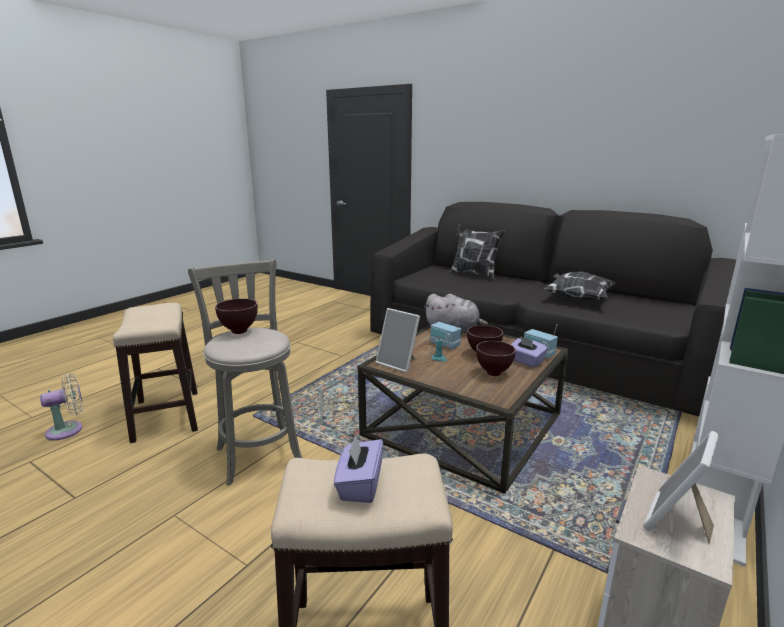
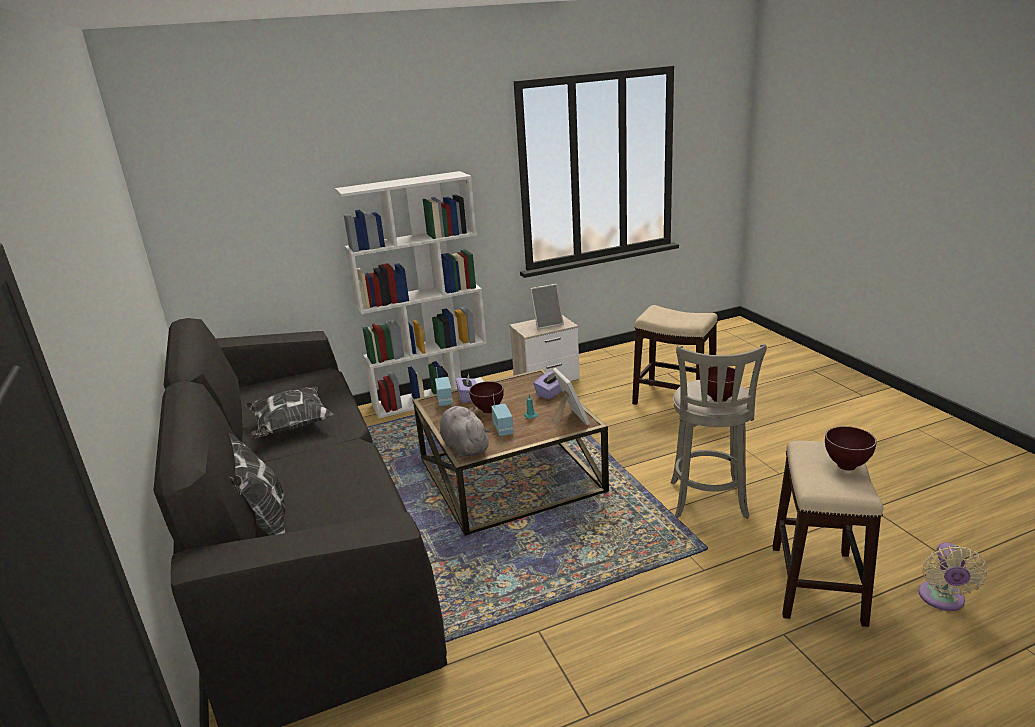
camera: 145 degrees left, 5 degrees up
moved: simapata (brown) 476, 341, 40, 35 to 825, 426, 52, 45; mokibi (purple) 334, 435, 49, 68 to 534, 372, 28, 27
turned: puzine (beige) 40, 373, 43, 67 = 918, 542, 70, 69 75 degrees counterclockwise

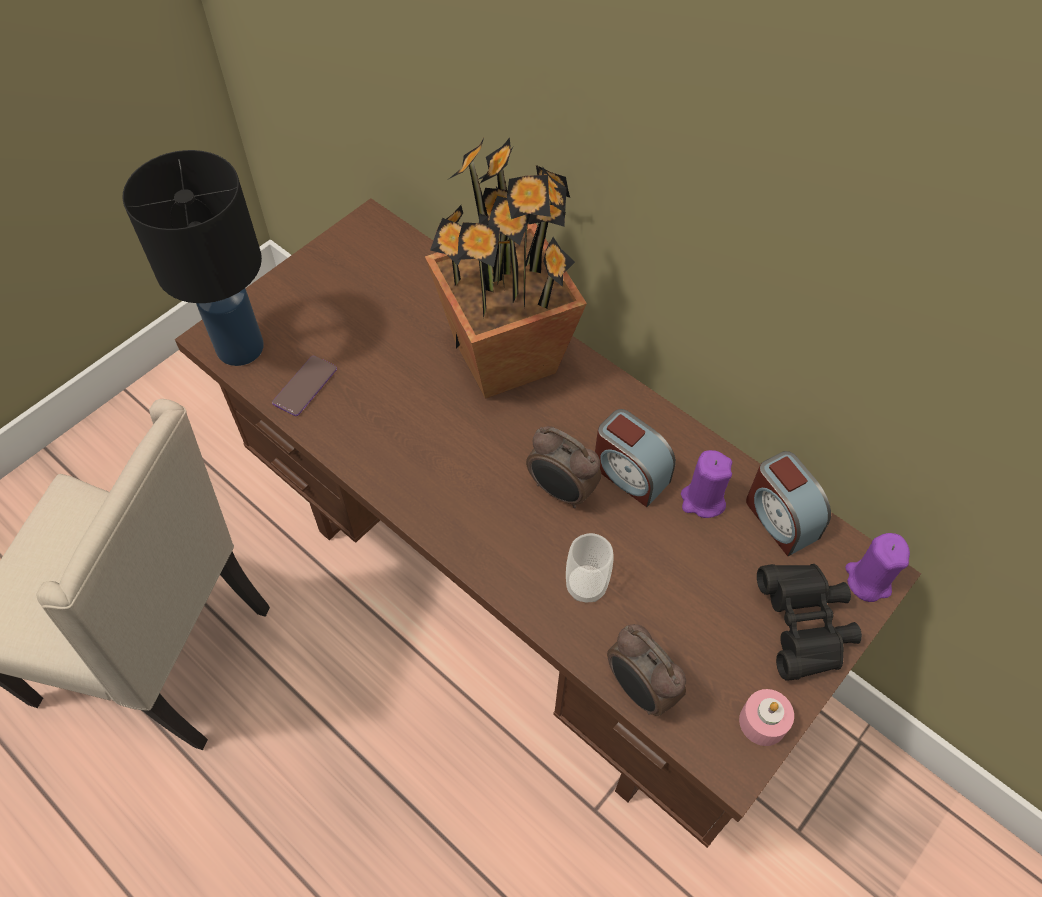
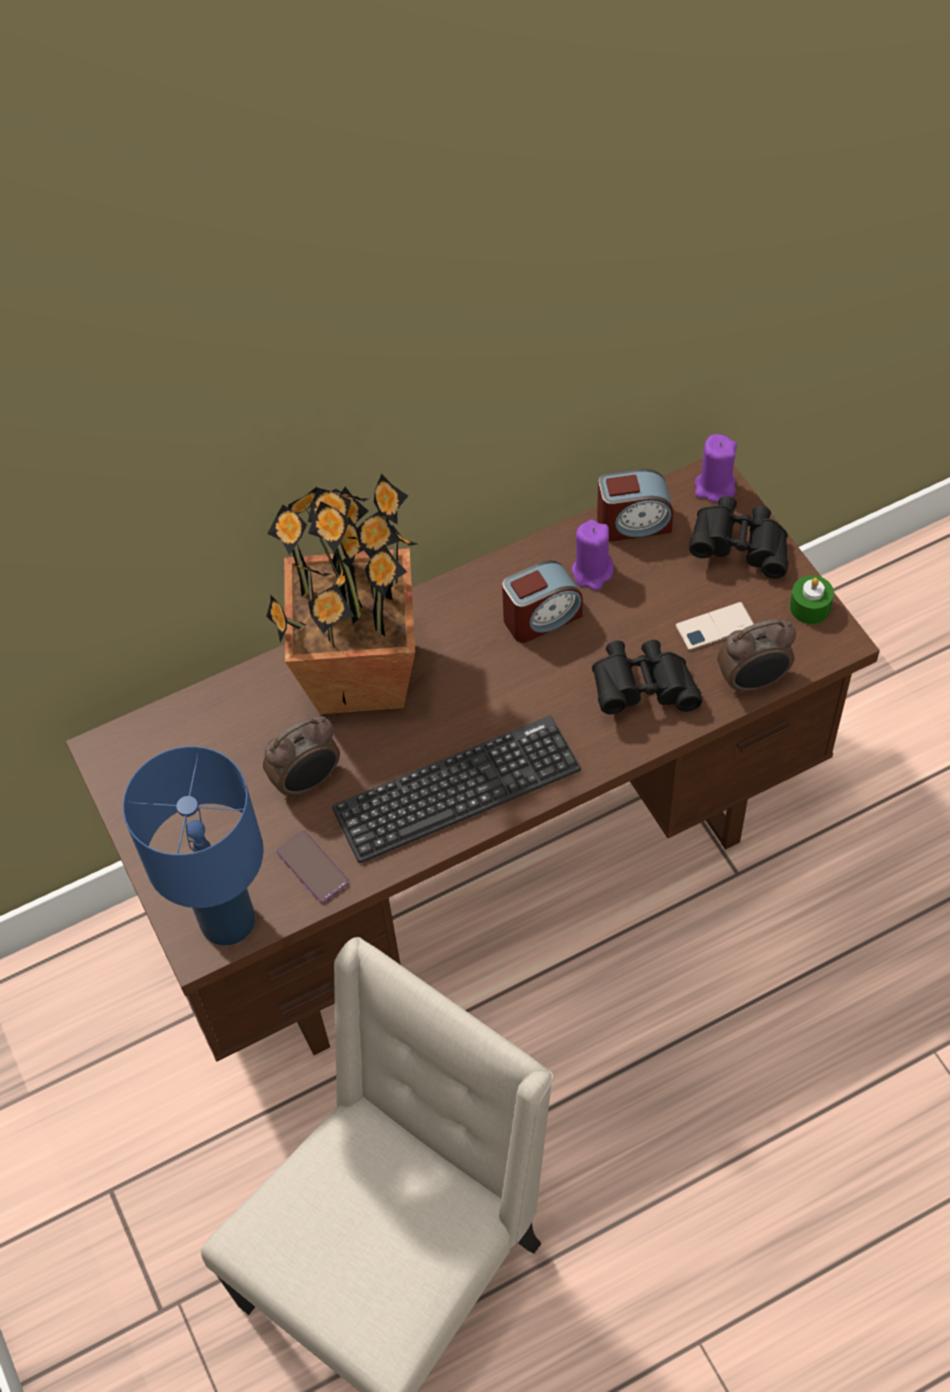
camera: 65 degrees left, 0 degrees up
added: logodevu 675, 602, 79, 49; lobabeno 332, 715, 249, 148
moved: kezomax 526, 426, 75, 82 to 263, 716, 77, 84
replaced: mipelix 566, 533, 47, 70 to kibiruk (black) 592, 640, 110, 74
recoloured: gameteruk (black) 123, 150, 141, 216 to gameteruk (blue) 123, 746, 141, 200; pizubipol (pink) 739, 689, 55, 57 to pizubipol (green) 790, 575, 44, 49

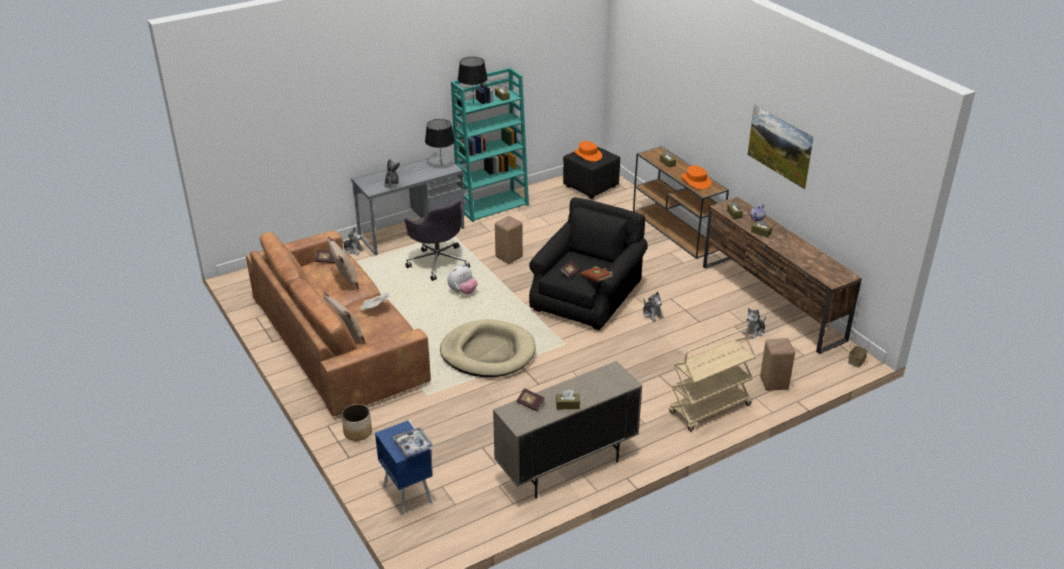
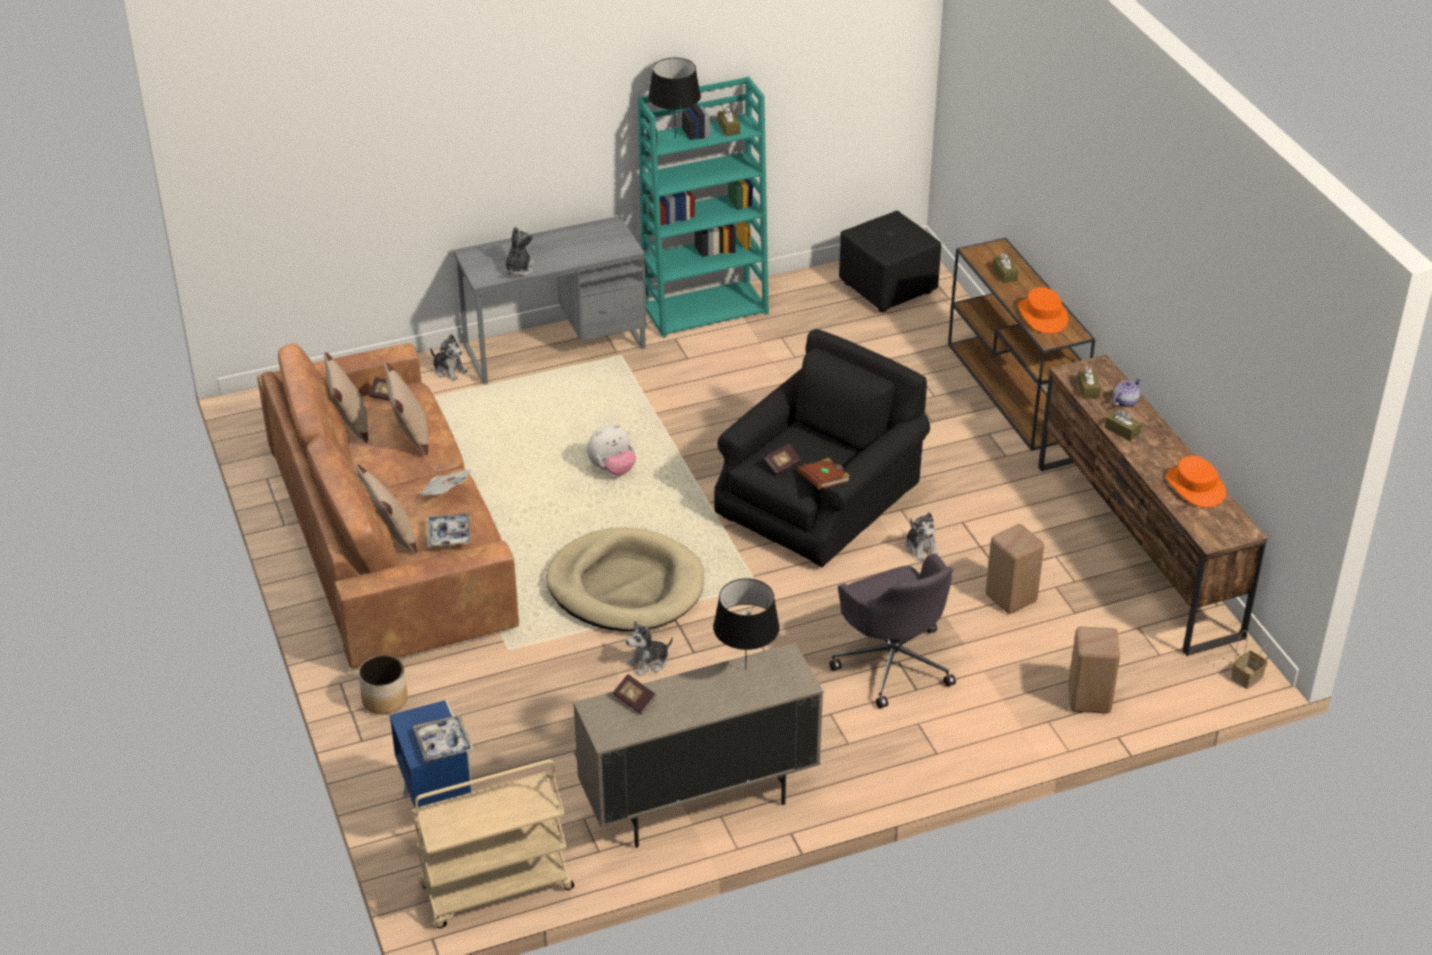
camera: 10 degrees right, 5 degrees up
removed: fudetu 748, 105, 66, 84; mokibi (brown) 556, 390, 24, 19
added: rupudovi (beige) 324, 352, 44, 91; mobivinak 427, 513, 44, 34
moved: gameteruk (black) 425, 119, 30, 36 to 713, 578, 67, 92; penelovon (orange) 574, 141, 28, 21 to 1166, 456, 60, 52; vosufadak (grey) 405, 200, 65, 81 to 829, 554, 127, 154; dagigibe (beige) 495, 216, 28, 48 to 986, 524, 58, 90; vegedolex 743, 308, 23, 31 to 626, 621, 47, 55; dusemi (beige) 669, 327, 87, 104 to 411, 760, 163, 168

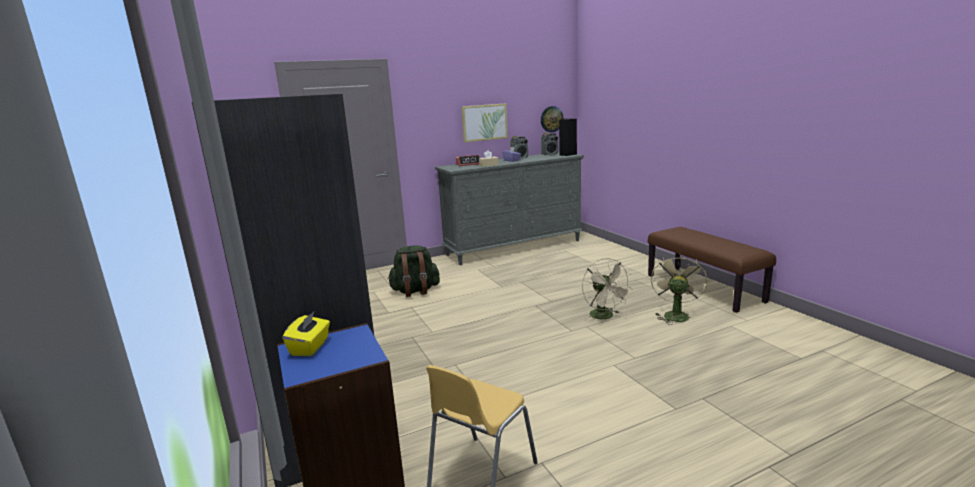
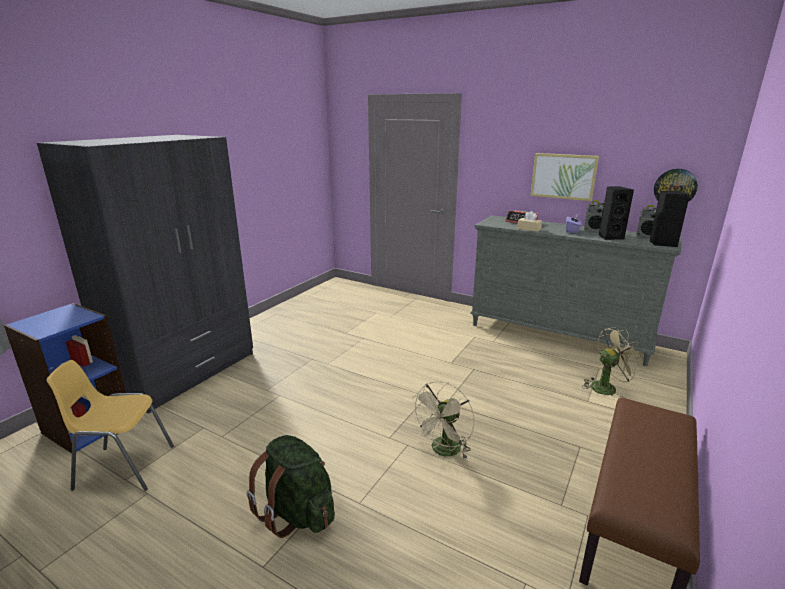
camera: 55 degrees right, 5 degrees up
removed: mokibi (yellow) 282, 312, 48, 44
added: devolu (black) 599, 186, 35, 54
moved: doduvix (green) 387, 245, 53, 52 to 247, 435, 88, 103; puzine (beige) 651, 253, 56, 72 to 582, 327, 62, 71

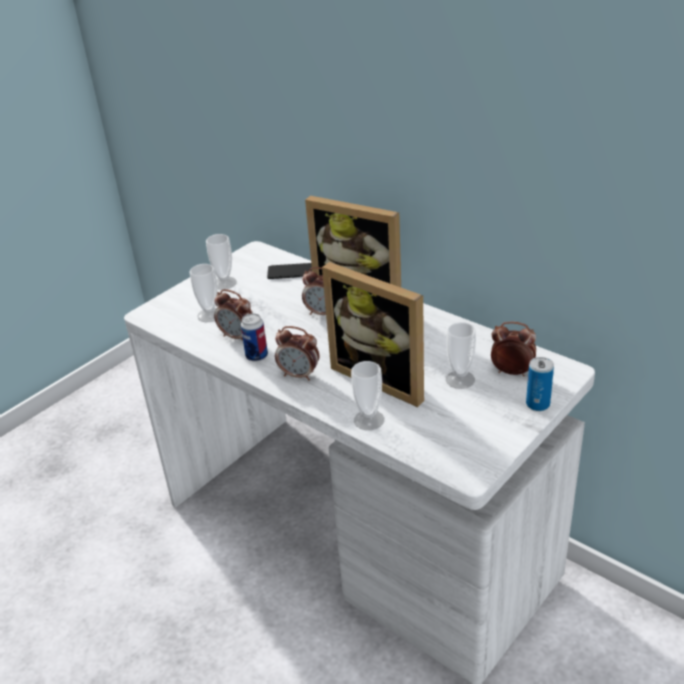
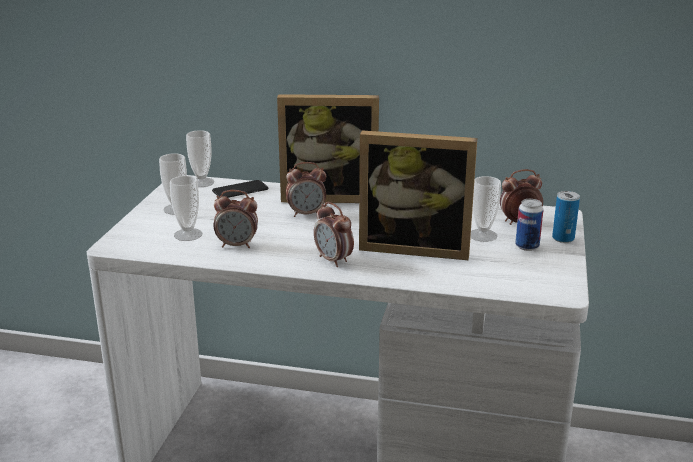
camera: 30 degrees left, 10 degrees down
moved: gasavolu 241, 313, 27, 49 to 515, 199, 28, 52; mipelix 351, 361, 33, 69 to 186, 130, 28, 57
turned: kezomax 275, 326, 44, 55 = 314, 202, 40, 65 60 degrees clockwise

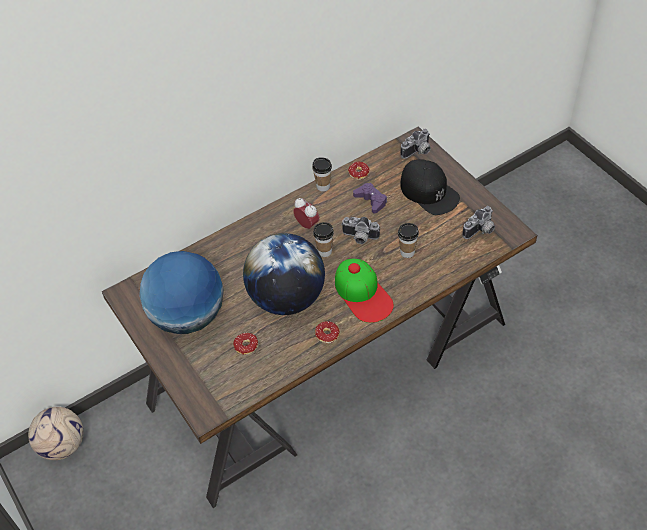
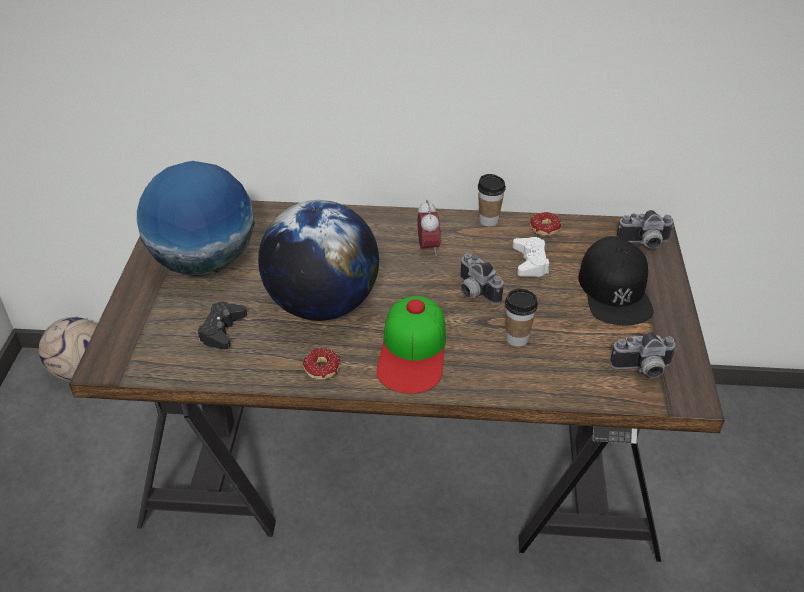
camera: 35 degrees right, 10 degrees down
removed: mipelix 313, 222, 21, 35
replaced: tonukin 233, 333, 25, 22 to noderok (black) 198, 302, 49, 47
recoloured: noderok (purple) 353, 183, 34, 30 to noderok (white) 513, 237, 37, 40

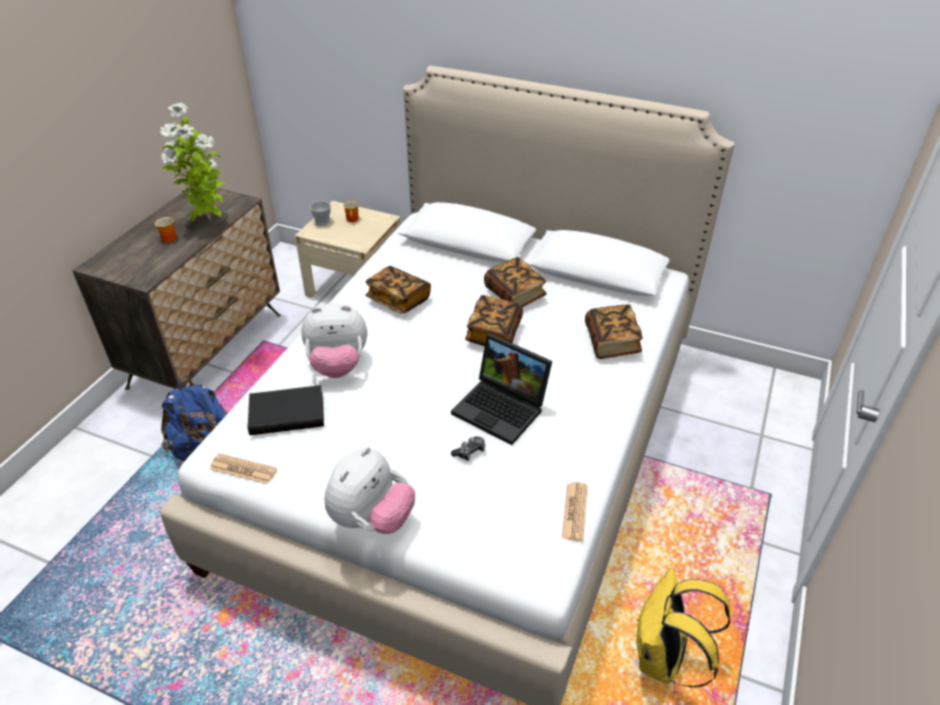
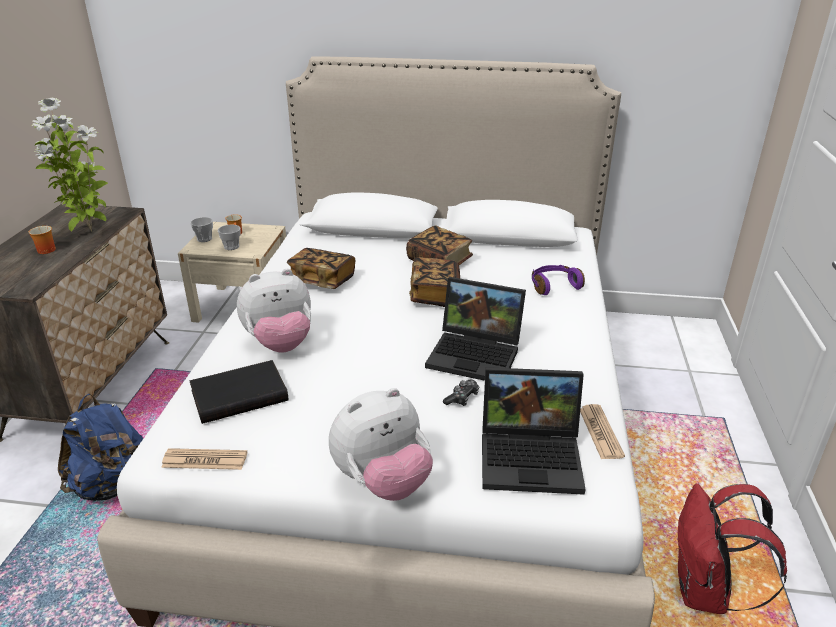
camera: 15 degrees left, 10 degrees down
added: mipelix 218, 225, 23, 25; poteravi 482, 367, 104, 128
replaced: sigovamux 585, 305, 58, 54 to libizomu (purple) 532, 265, 53, 30
recoloured: doduvix (yellow) 636, 567, 94, 120 to doduvix (red) 676, 483, 111, 131
turned: vegedolex 325, 447, 90, 87 = 329, 388, 104, 113 45 degrees clockwise

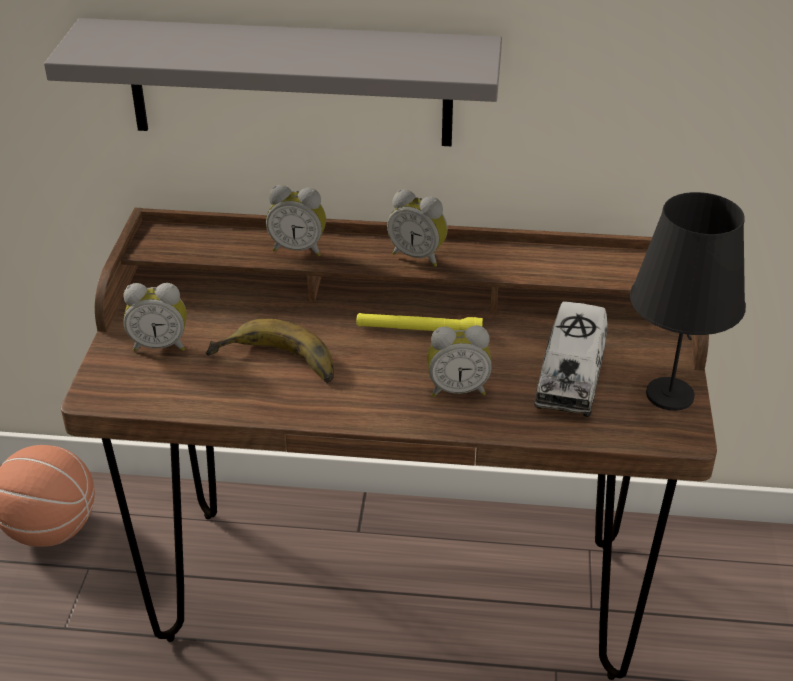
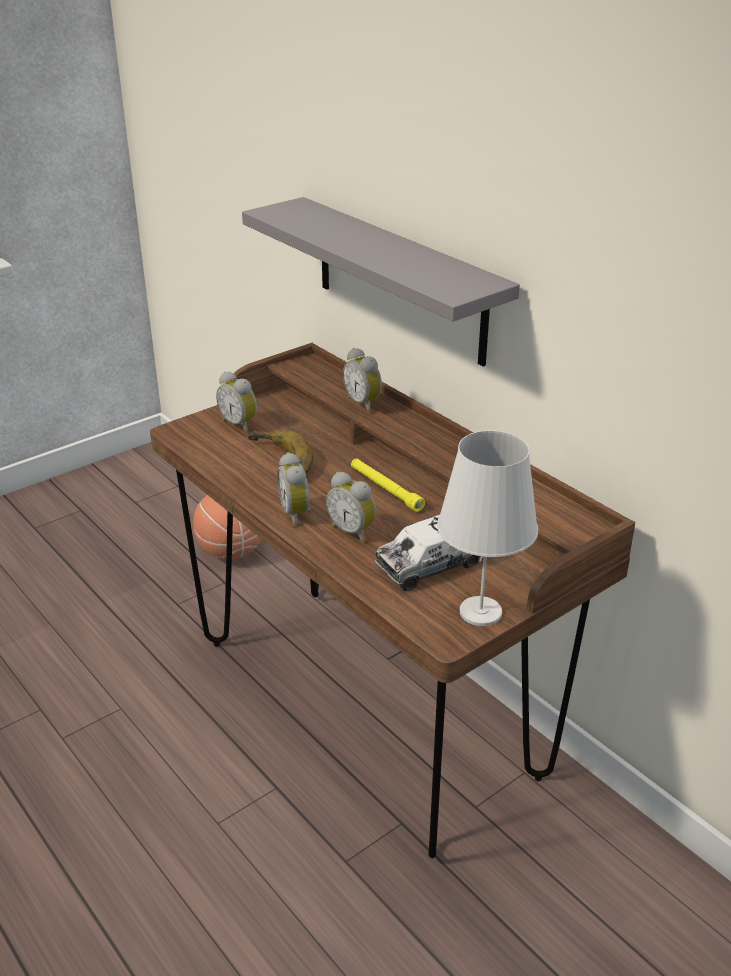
camera: 45 degrees right, 5 degrees down
moved: kezomax 387, 189, 61, 78 to 277, 452, 34, 74
recoloured: gameteruk (black) 630, 192, 116, 219 to gameteruk (white) 437, 430, 101, 196

